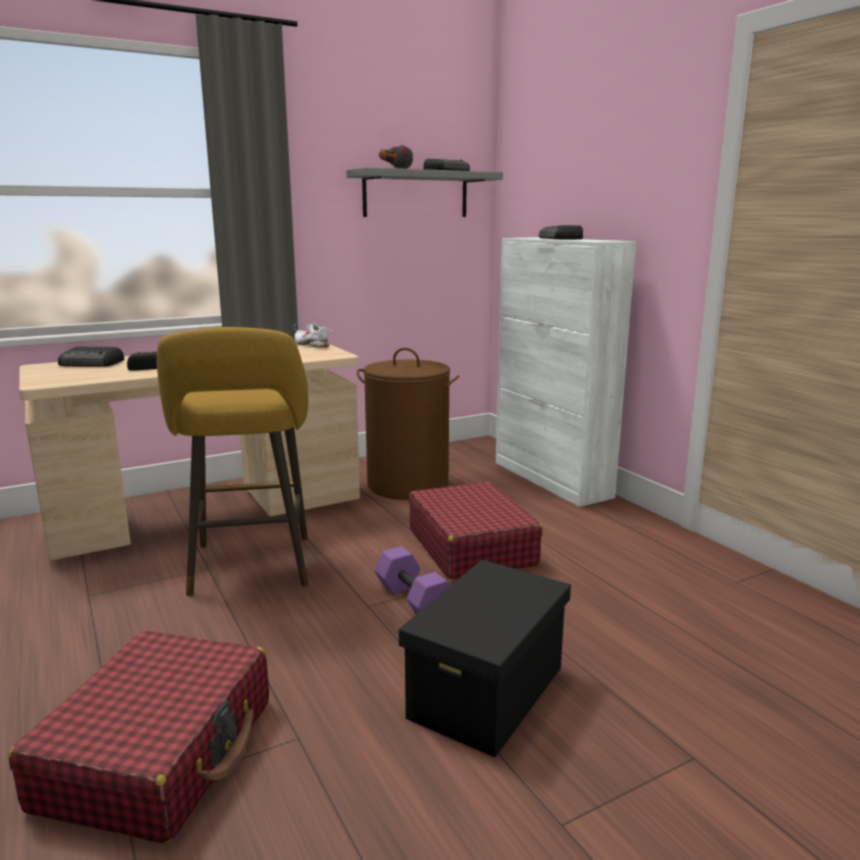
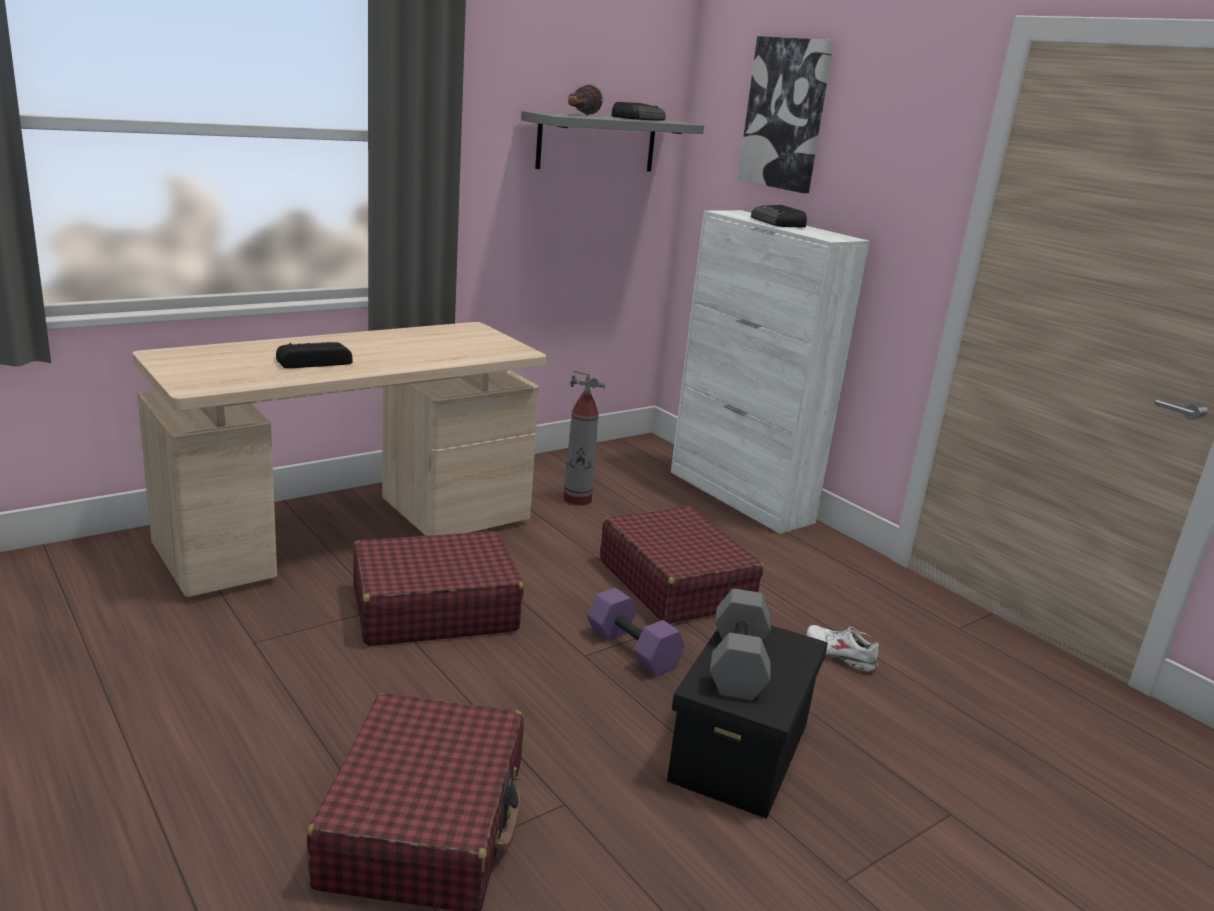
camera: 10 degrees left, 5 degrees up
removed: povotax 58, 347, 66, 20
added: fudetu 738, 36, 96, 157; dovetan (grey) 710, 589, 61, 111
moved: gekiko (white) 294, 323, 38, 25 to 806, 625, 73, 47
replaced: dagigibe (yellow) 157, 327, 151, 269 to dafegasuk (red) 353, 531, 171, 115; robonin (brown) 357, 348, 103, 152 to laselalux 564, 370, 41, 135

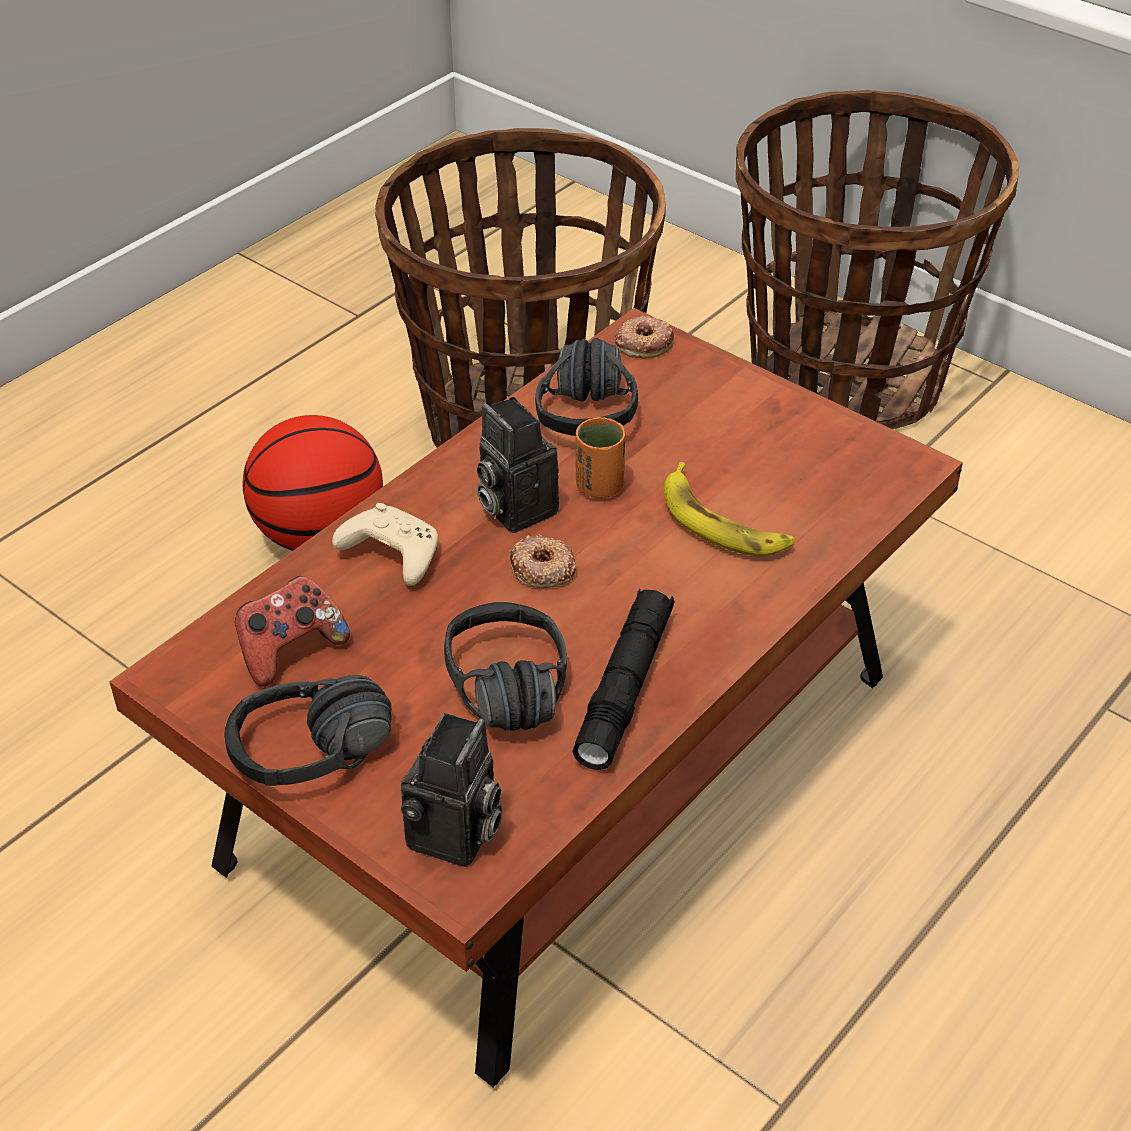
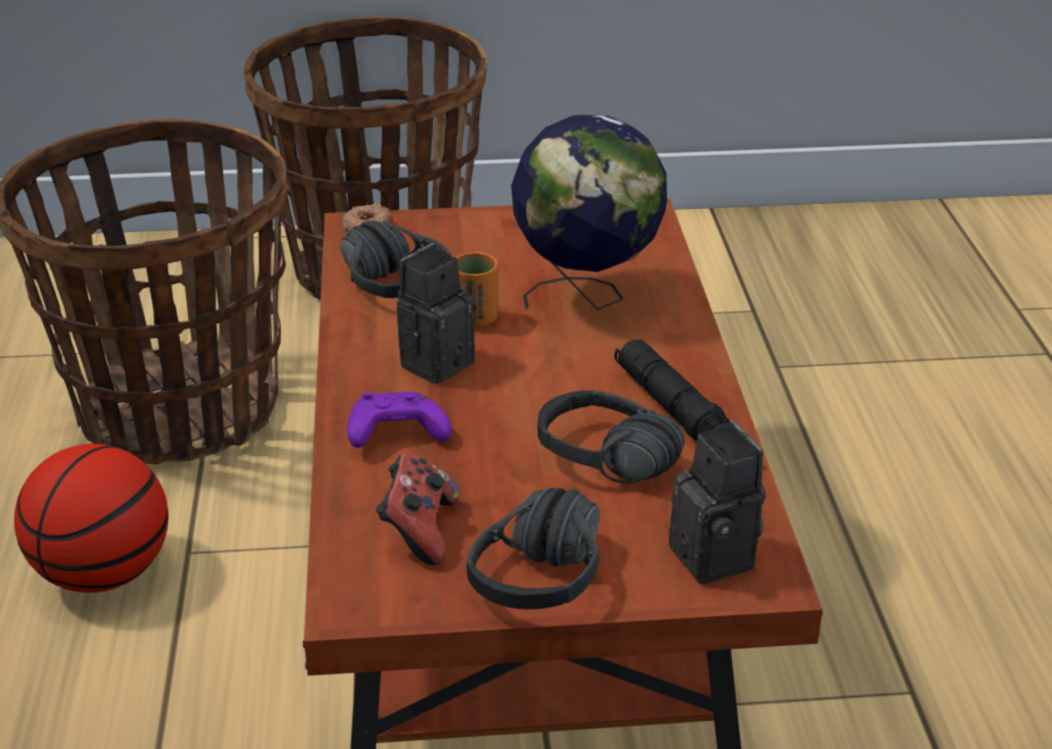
camera: 45 degrees left, 10 degrees down
removed: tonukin 509, 534, 67, 54
replaced: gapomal 663, 462, 132, 94 to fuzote 511, 115, 156, 195
recoloured: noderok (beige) 332, 503, 106, 83 to noderok (purple) 347, 392, 104, 56
turned: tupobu 477, 397, 82, 136 = 397, 243, 80, 141 120 degrees clockwise

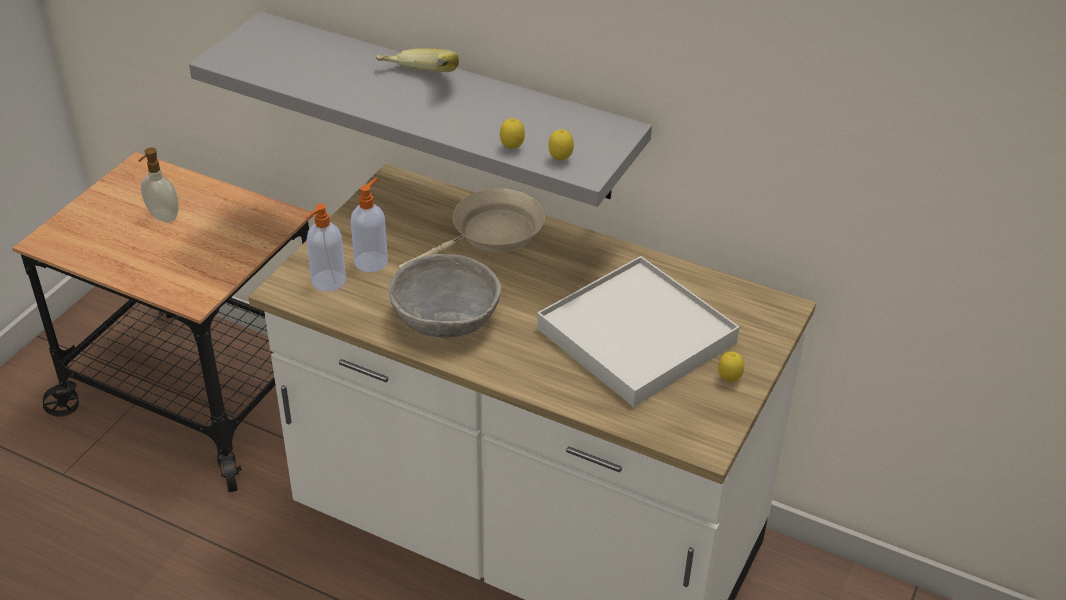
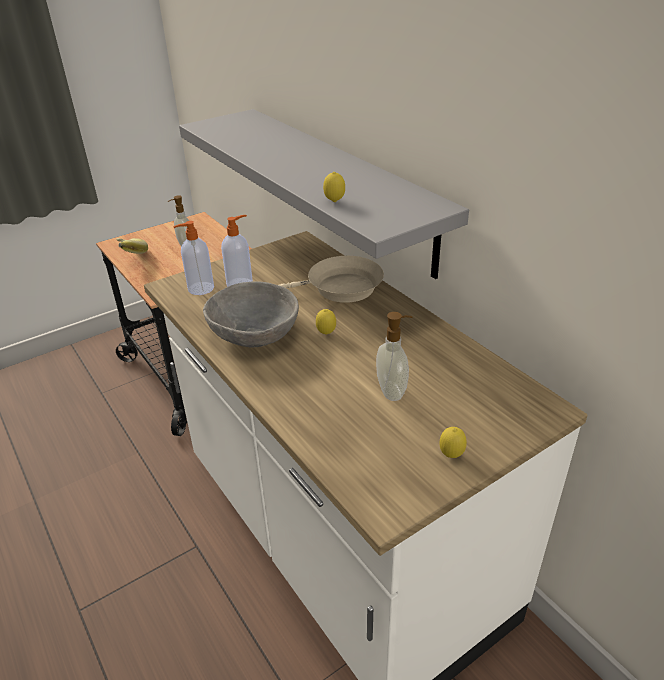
camera: 30 degrees right, 5 degrees down
moved: gapomal 376, 48, 83, 24 to 116, 238, 32, 16; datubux 549, 129, 25, 32 to 316, 309, 20, 26
replaced: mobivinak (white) 537, 256, 203, 151 to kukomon 376, 312, 37, 89

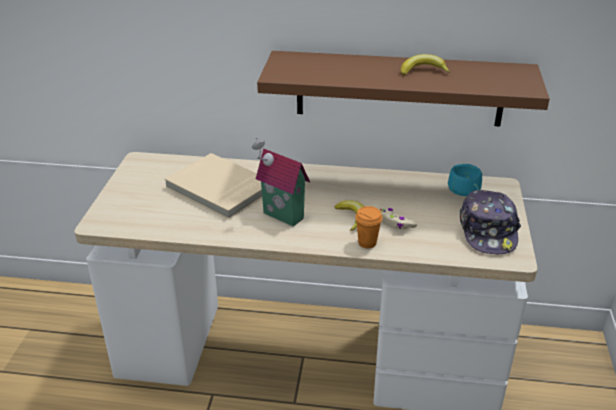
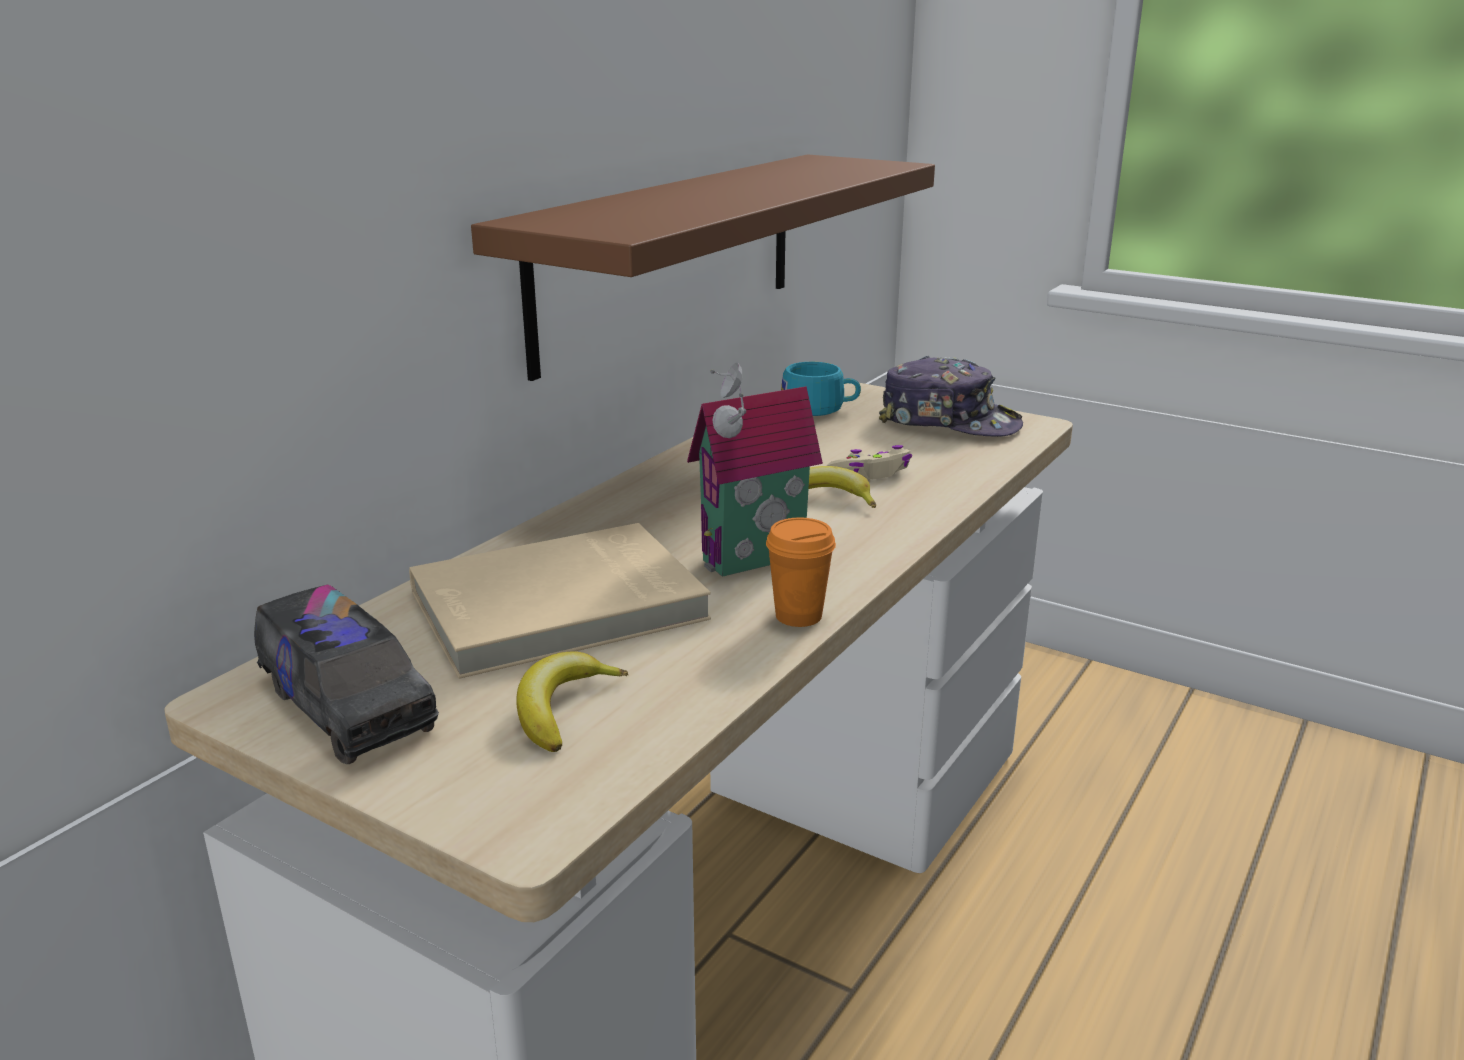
camera: 65 degrees left, 10 degrees down
added: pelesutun 254, 585, 185, 179
moved: gapomal 401, 54, 49, 22 to 516, 651, 112, 101; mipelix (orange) 355, 206, 28, 42 to 766, 518, 70, 109

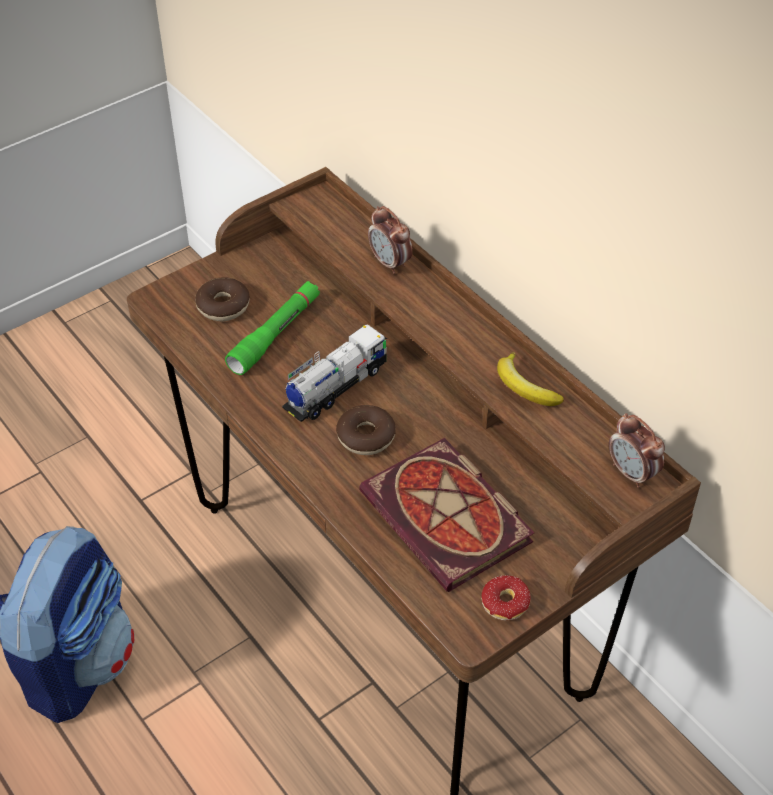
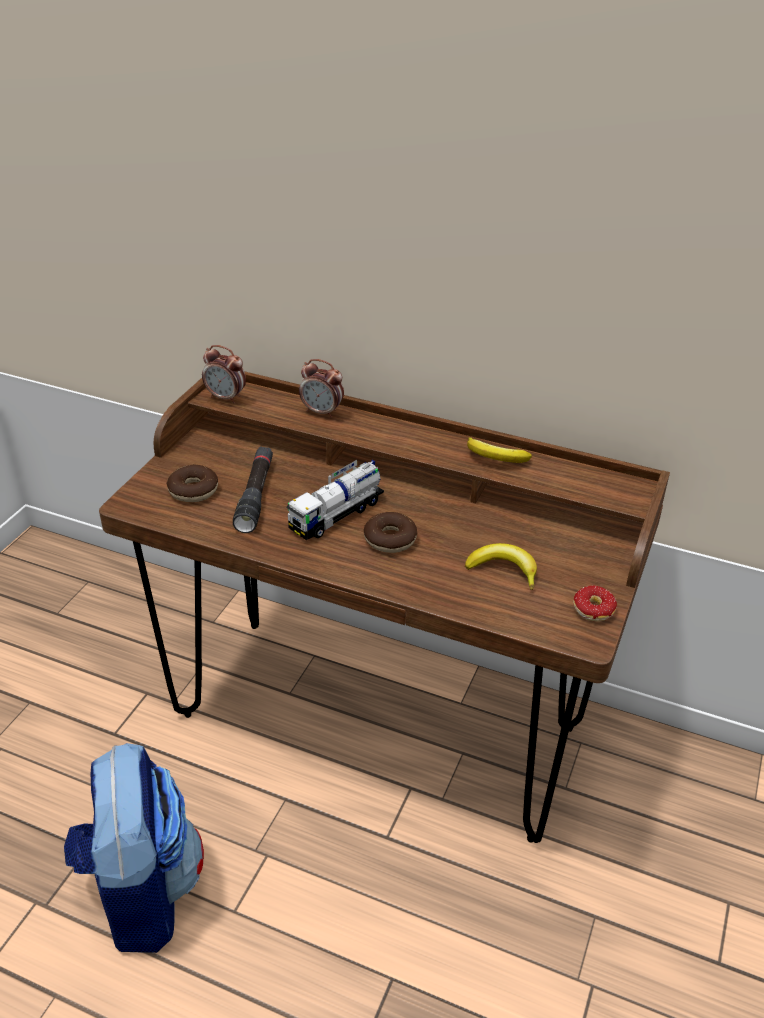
camera: 30 degrees left, 10 degrees down
moved: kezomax 609, 413, 56, 75 to 202, 345, 44, 59
replaced: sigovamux 359, 438, 175, 154 to gapomal 465, 543, 72, 47
recoloured: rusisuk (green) 225, 281, 95, 94 to rusisuk (black) 233, 446, 40, 87
turned: pelesutun 282, 324, 105, 98 = 286, 460, 98, 80 150 degrees counterclockwise

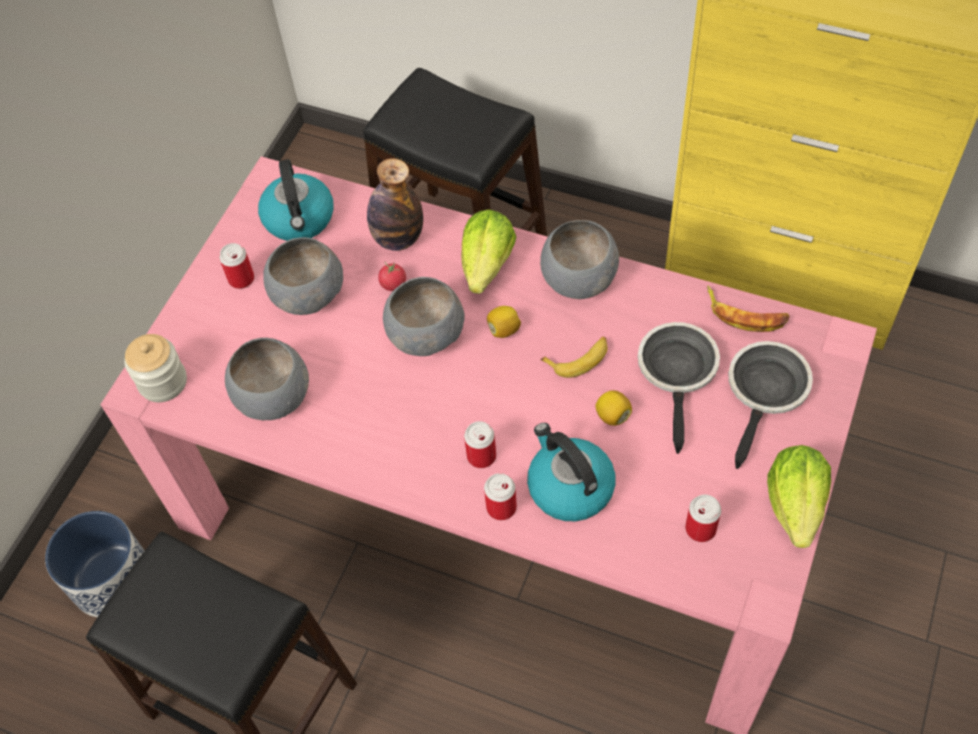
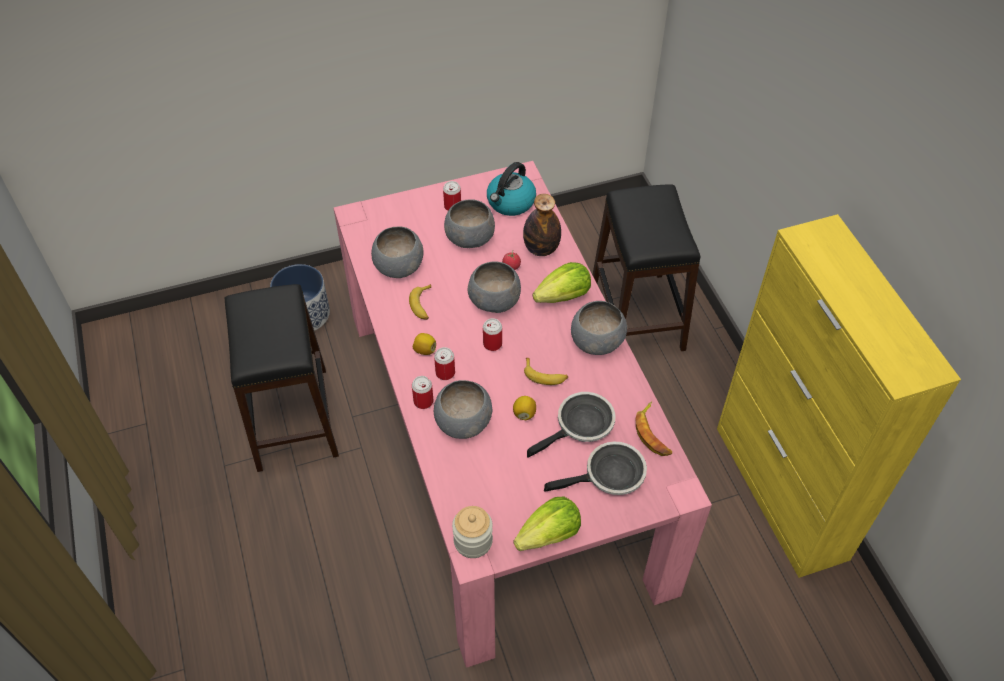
camera: 45 degrees right, 5 degrees down
added: gapomal 409, 284, 22, 36
moved: datubux 487, 306, 34, 32 to 413, 333, 23, 22; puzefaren 124, 334, 63, 68 to 452, 506, 41, 52; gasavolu 685, 494, 36, 48 to 483, 318, 19, 33
replaced: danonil 527, 423, 88, 98 to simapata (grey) 434, 380, 58, 59

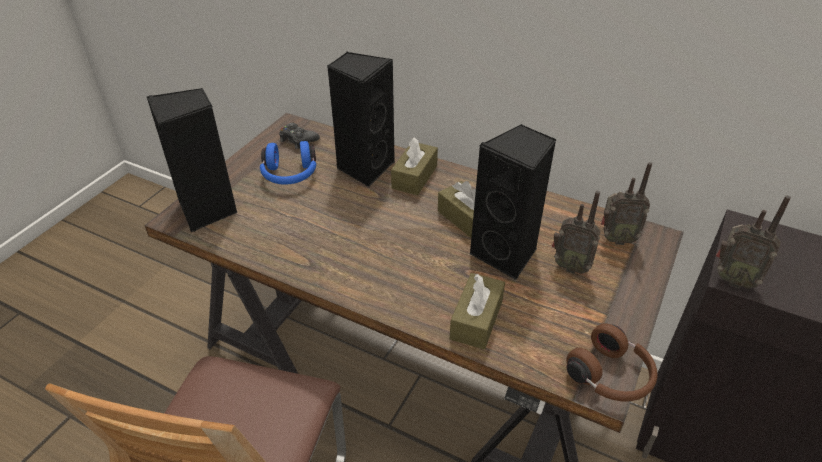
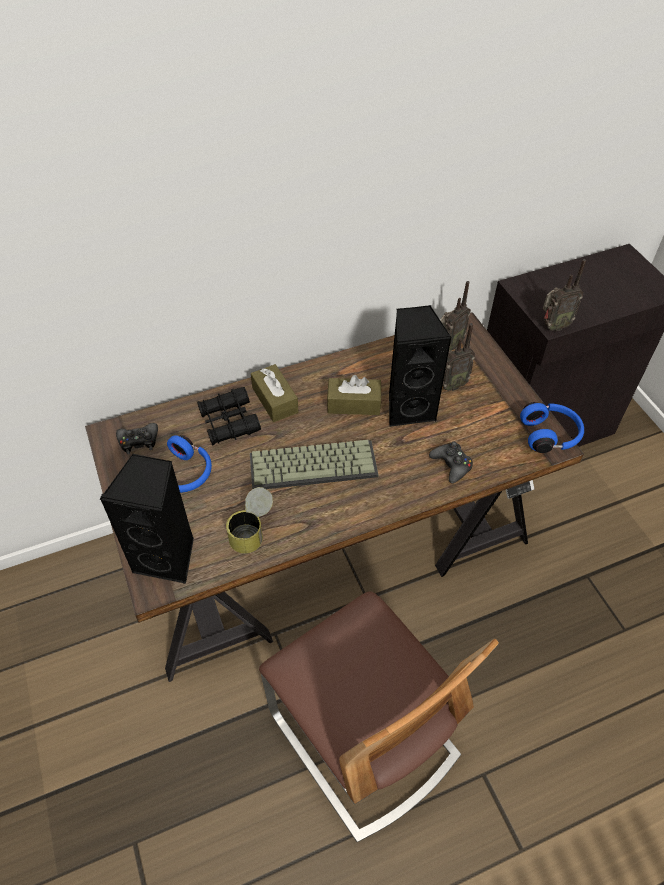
camera: 50 degrees left, 10 degrees up
added: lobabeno 250, 440, 129, 49; gasavolu 226, 487, 47, 67
replaced: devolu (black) 327, 52, 68, 135 to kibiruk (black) 197, 387, 64, 59; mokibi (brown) 450, 273, 55, 76 to noderok (black) 429, 442, 44, 41
recoloured: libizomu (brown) 566, 324, 92, 77 to libizomu (blue) 520, 402, 64, 51

